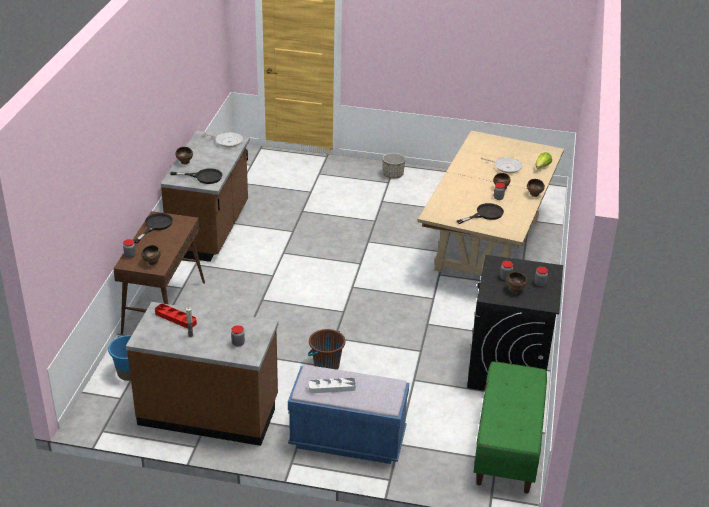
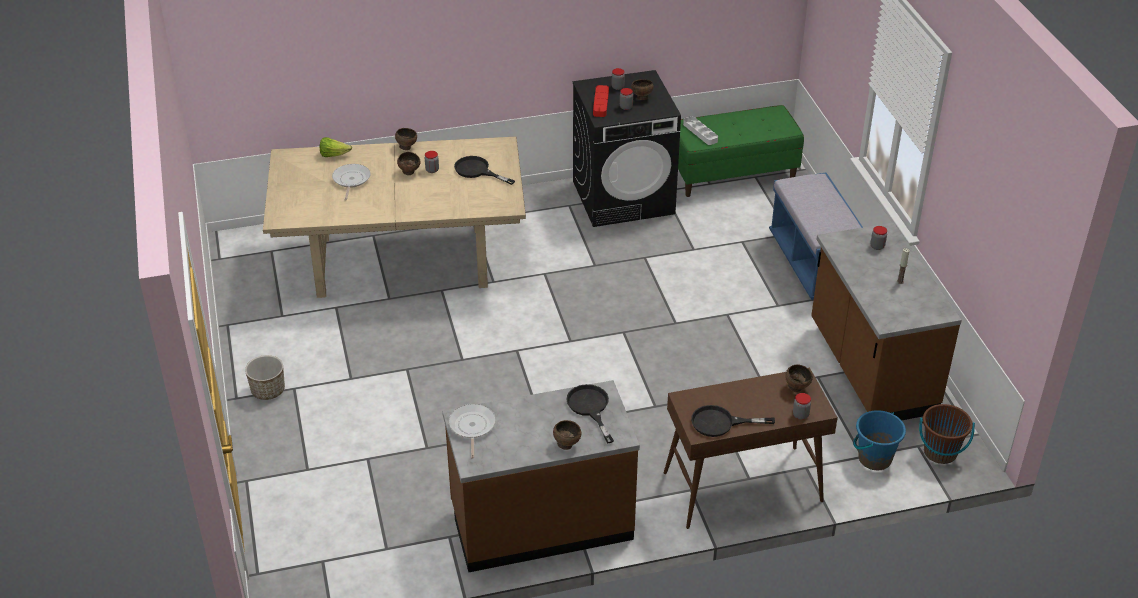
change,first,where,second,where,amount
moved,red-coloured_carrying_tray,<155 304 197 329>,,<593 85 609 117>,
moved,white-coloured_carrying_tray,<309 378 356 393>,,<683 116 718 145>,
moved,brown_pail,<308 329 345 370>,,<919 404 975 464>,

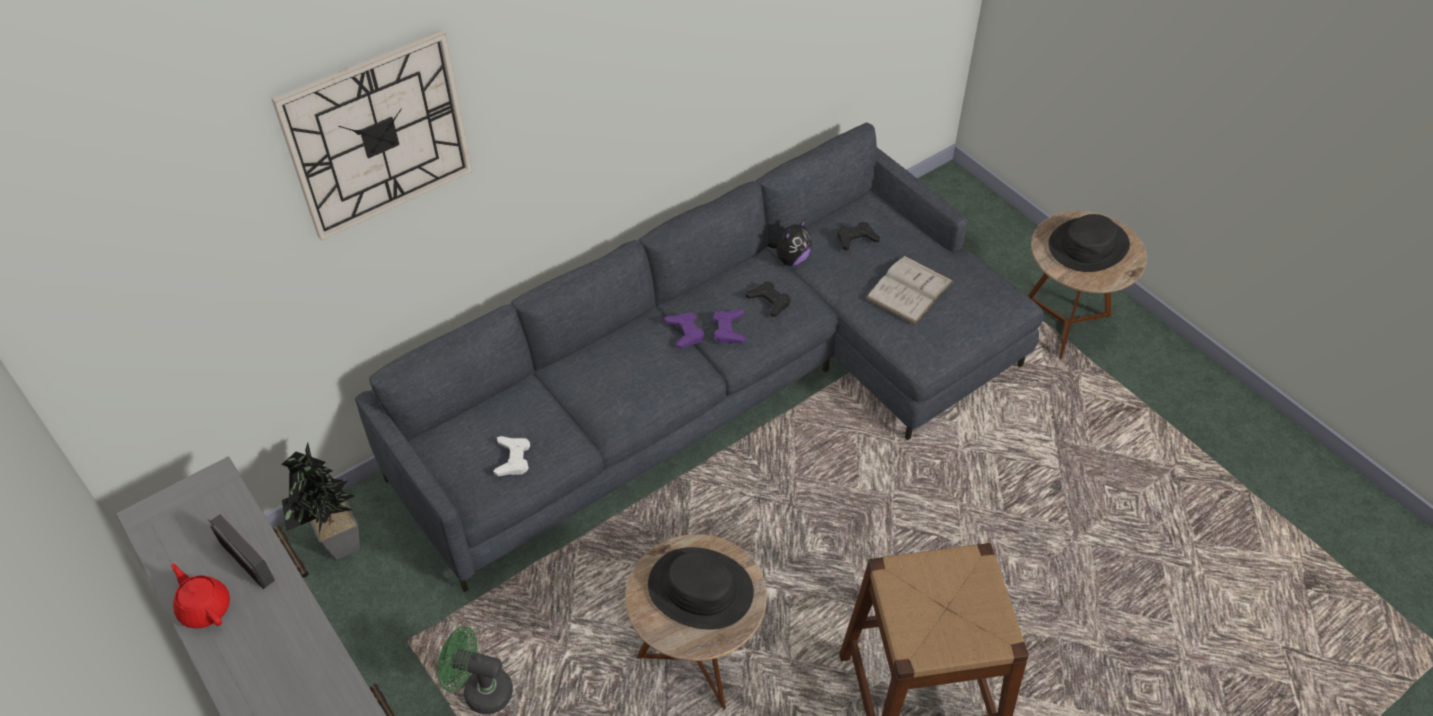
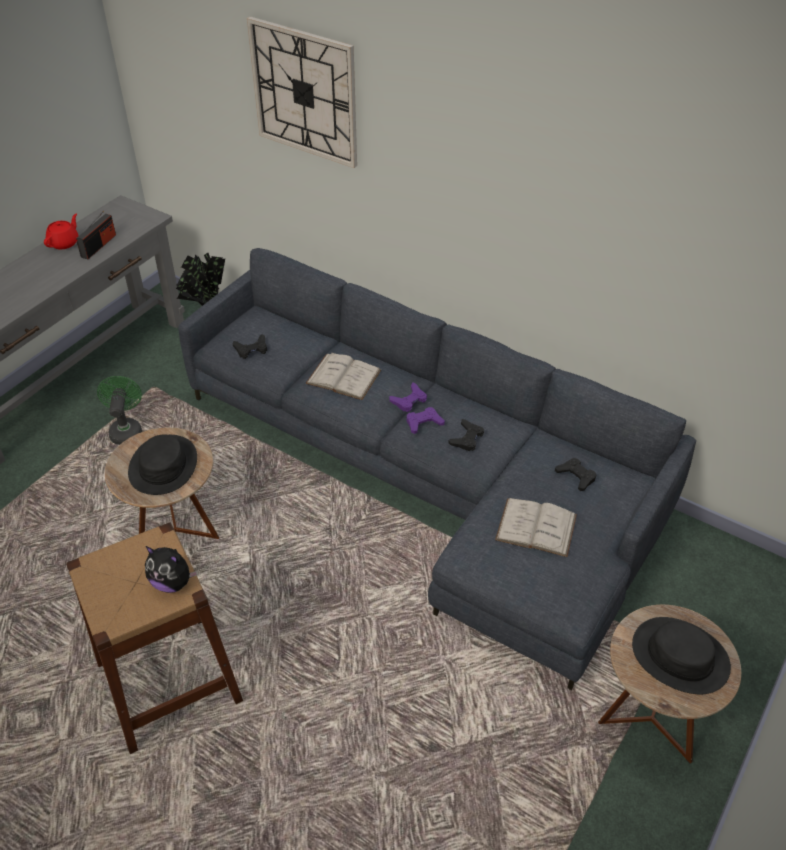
change,first,where,second,where,amount
moved,cuddly_toy,<767 218 812 266>,,<145 546 198 593>,
recoloured,white-coloured_joypad,<493 436 530 476>,black-coloured_joypad,<233 334 267 359>,
added,,,white-coloured_bound_book,<306 353 381 400>,

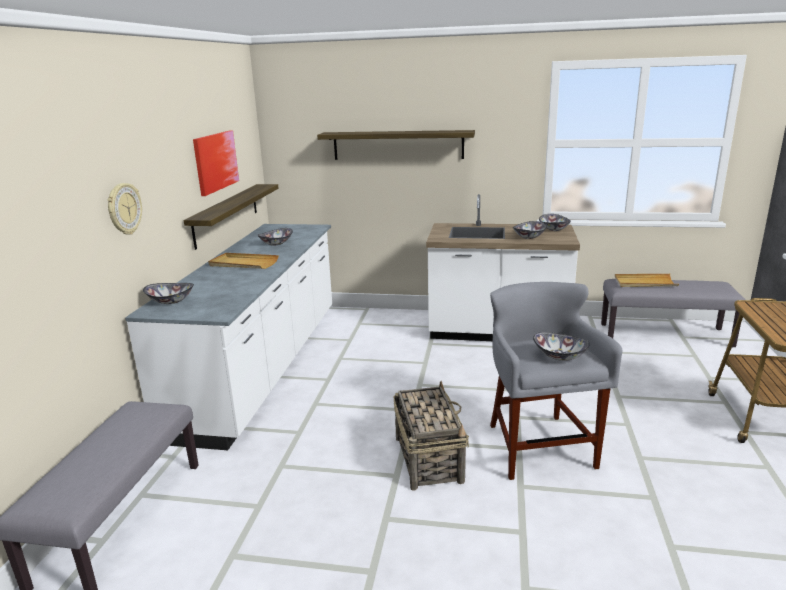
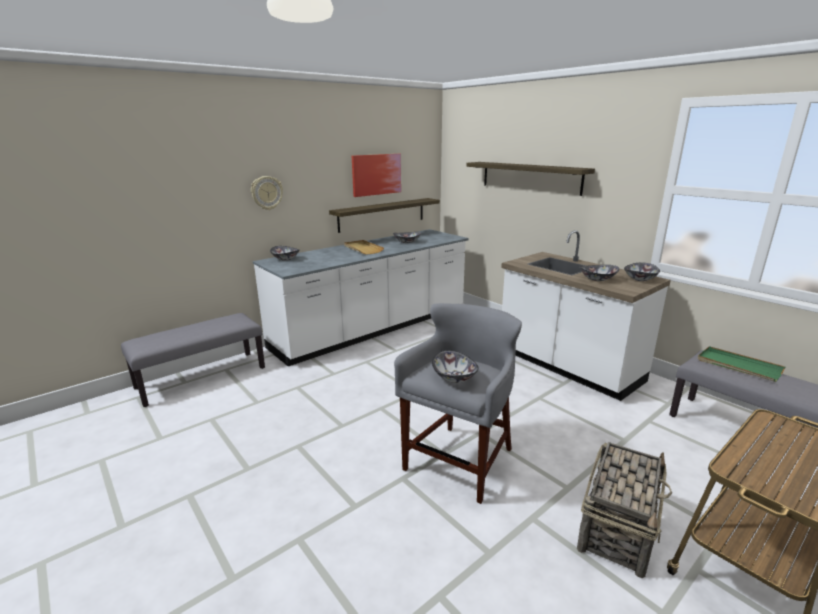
change,first,where,second,where,amount
moved,basket,<393 381 469 491>,,<577 442 672 578>,
recoloured,beige_carrying_tray,<615 274 679 287>,green_carrying_tray,<698 346 785 382>,

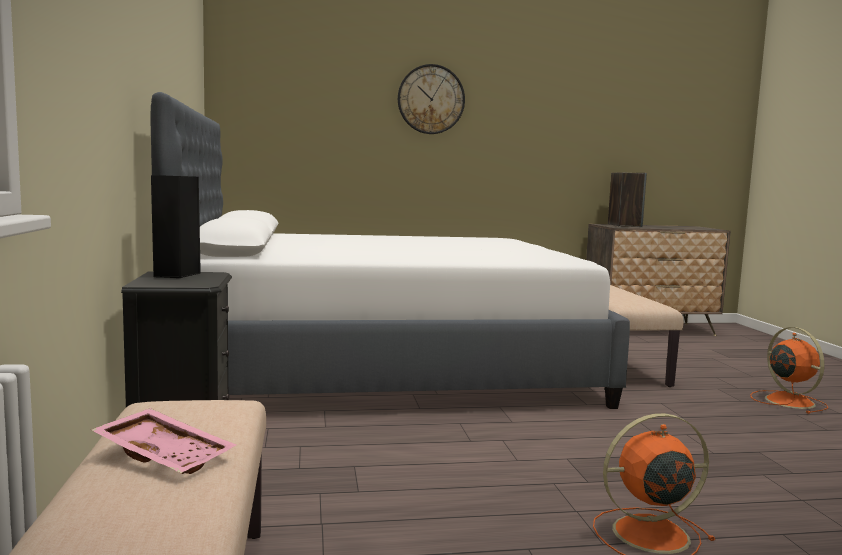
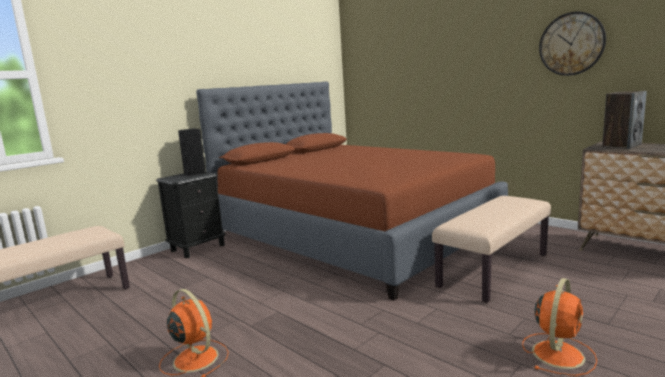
change,first,where,second,where,amount
recoloured,white-coloured_sleeping_bed,<151 92 630 409>,brown_sleeping_bed,<196 82 508 300>,
moved,wall_clock,<398 64 465 134>,,<539 12 606 76>,
removed,pink-coloured_carrying_tray,<91 408 236 474>,,,

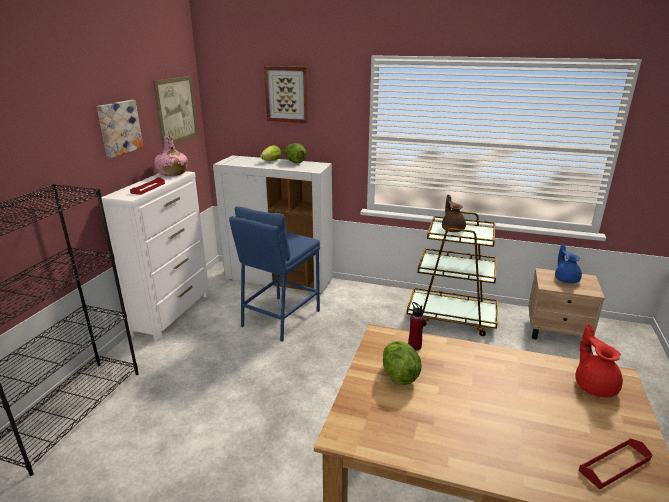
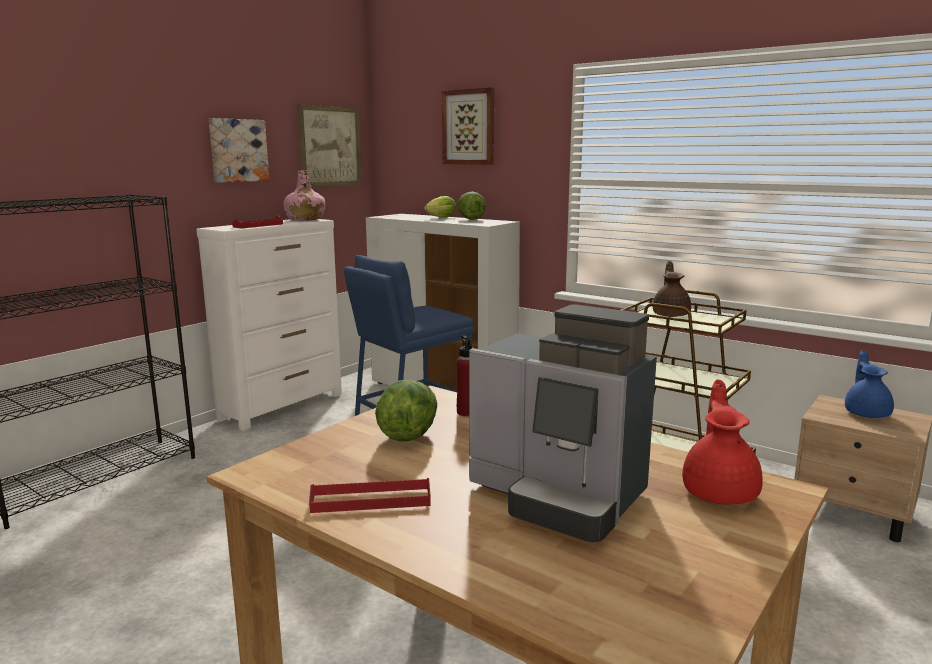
change,first,where,second,where,amount
moved,red-coloured_carrying_tray,<578 438 653 489>,,<309 478 431 513>,
added,,,coffee_machine,<469 304 657 542>,

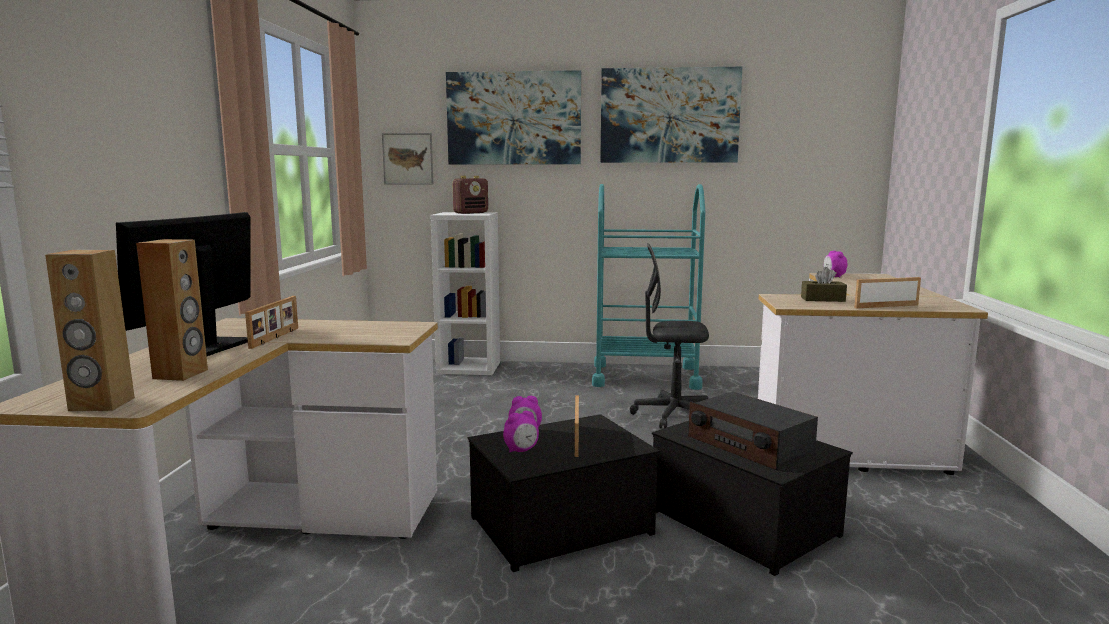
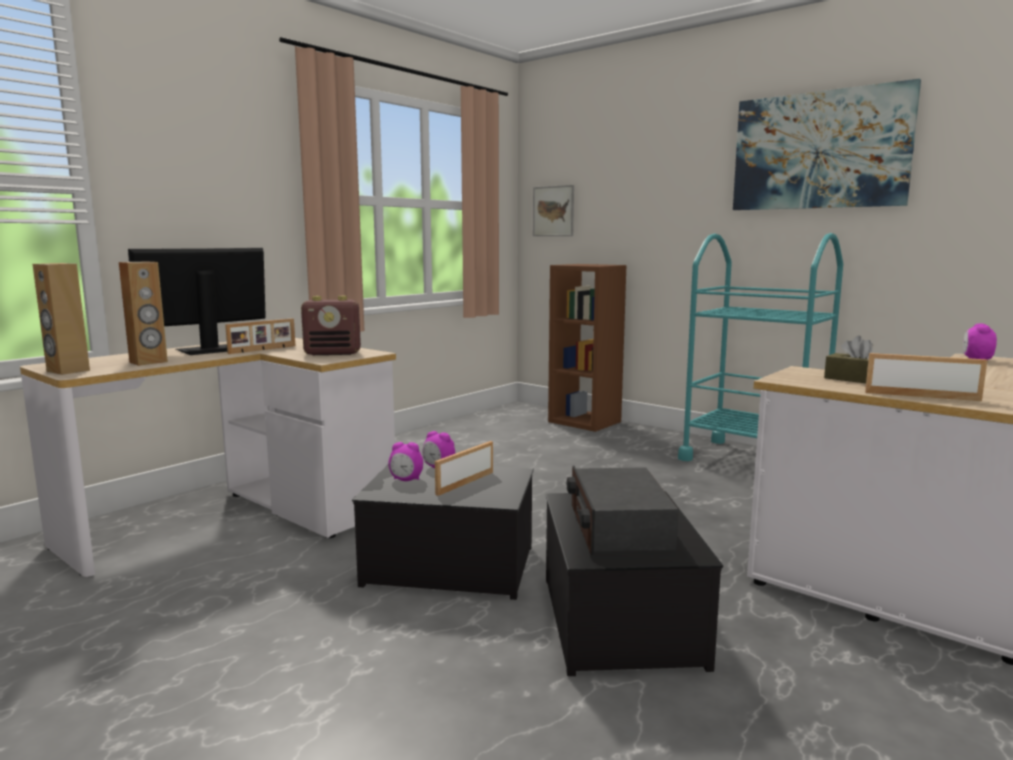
change,first,where,second,where,amount
moved,radio_receiver,<452 176 488 214>,,<301 296 361 355>,
recoloured,white-coloured_bookshelf,<431 212 500 375>,brown_bookshelf,<548 264 626 432>,
removed,wall_art,<446 70 581 164>,,,
removed,greyish_desk_chair,<630 243 709 428>,,,

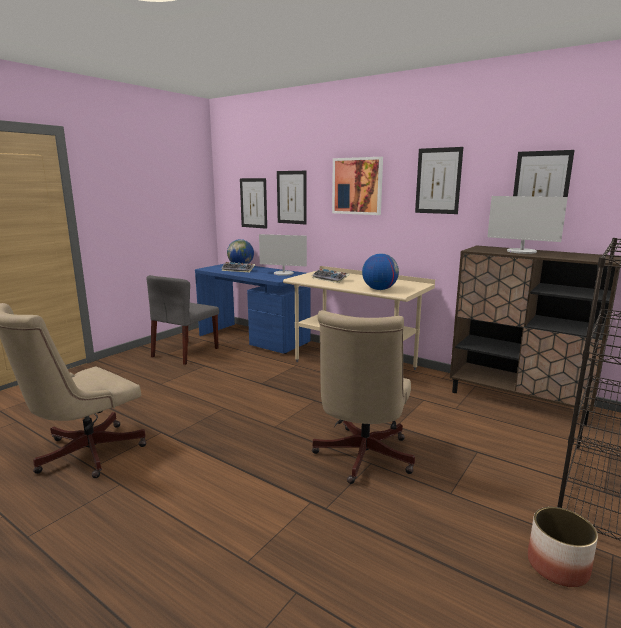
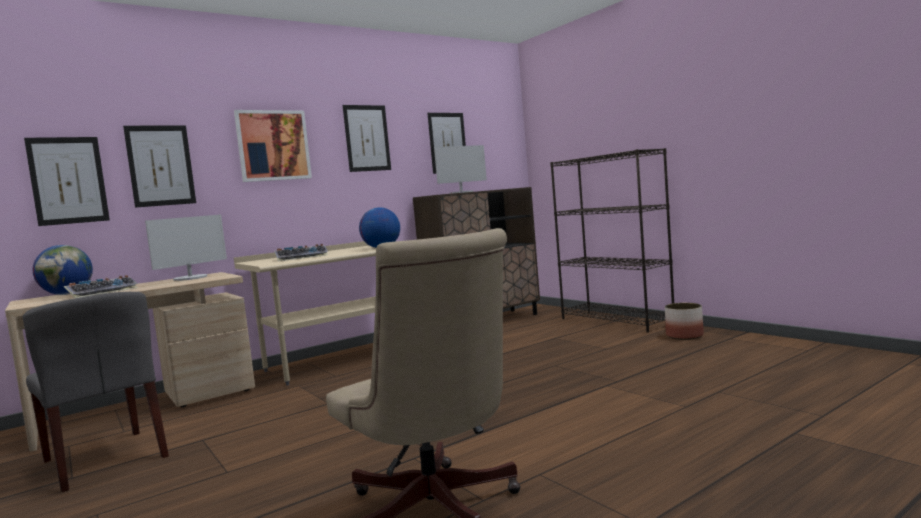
change,first,where,second,where,amount
recoloured,blue_desk_table,<195 264 311 354>,beige_desk_table,<5 272 255 451>,
removed,beige_desk_chair,<312 310 415 484>,,,

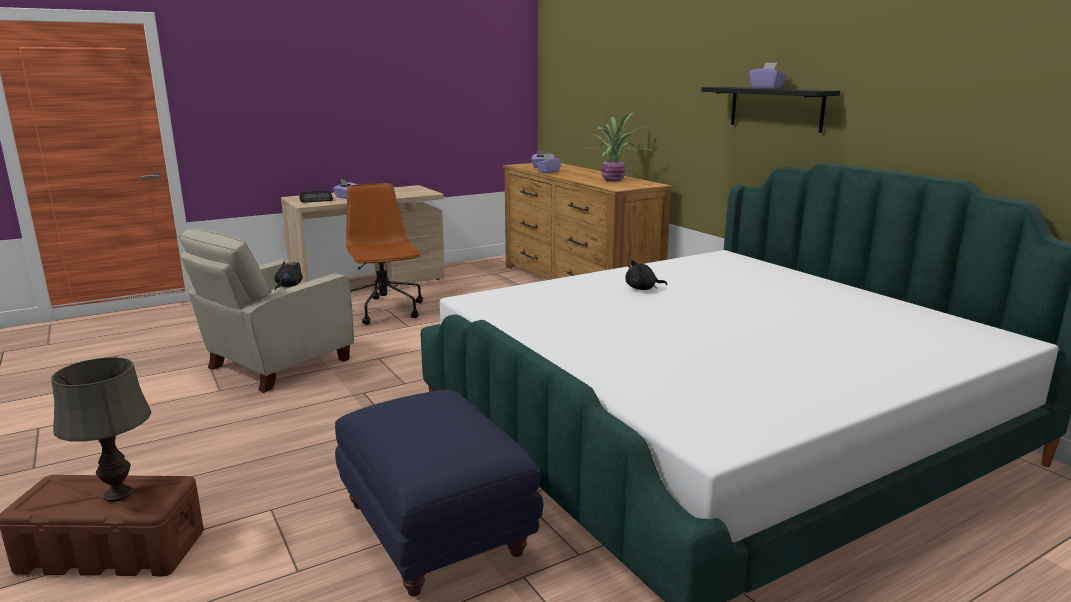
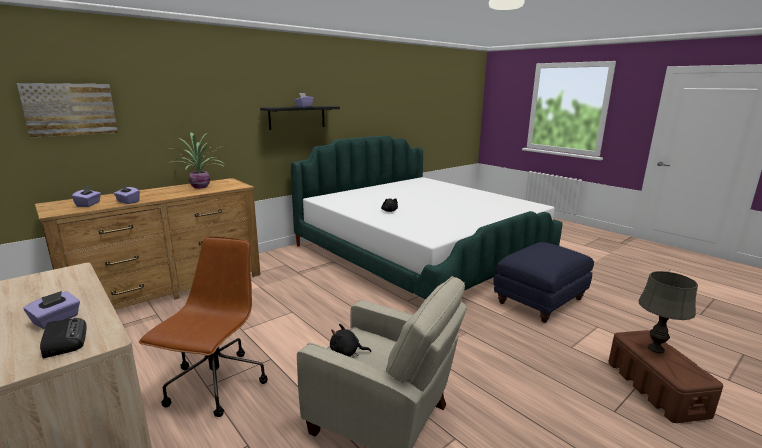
change,first,where,second,where,amount
added,,,wall_art,<17 83 118 138>,
turned,brown_desk_chair,<346 183 423 325>,,<139 236 268 417>,135 degrees clockwise

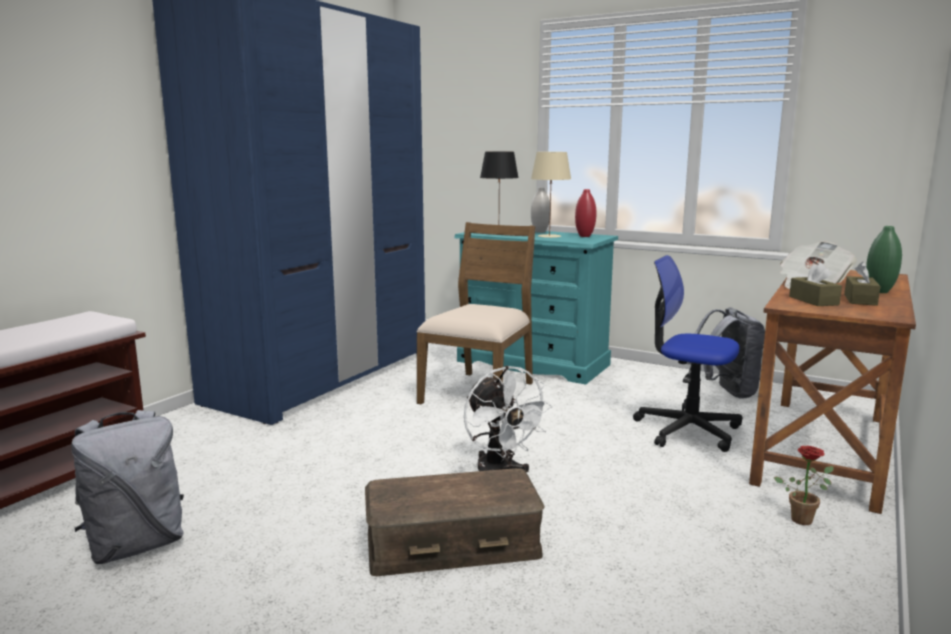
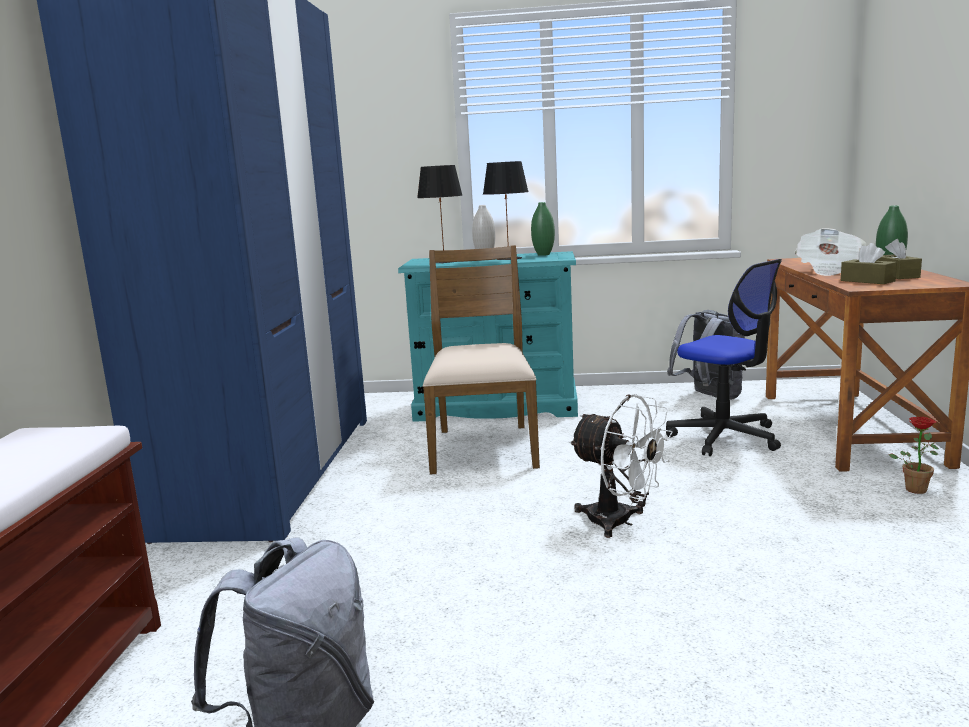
change,first,where,second,where,amount
recoloured,beige_tabletop_lamp,<531 152 571 238>,black-coloured_tabletop_lamp,<483 161 529 260>,
recoloured,red-coloured_flower_vase,<575 189 596 237>,green_flower_vase,<531 202 555 256>,
turned,desk_chair,<633 255 742 452>,,<666 259 782 456>,135 degrees counterclockwise
removed,brown_storage_box,<365 468 545 576>,,,

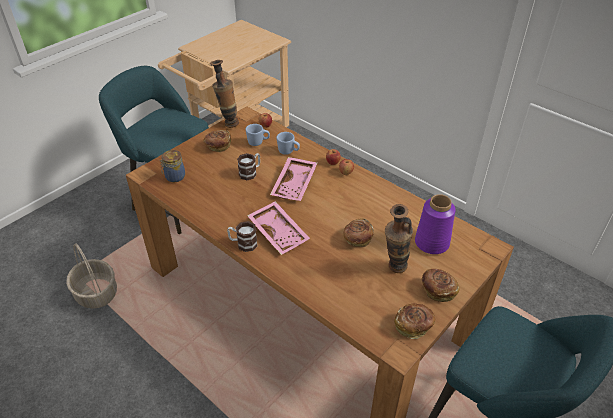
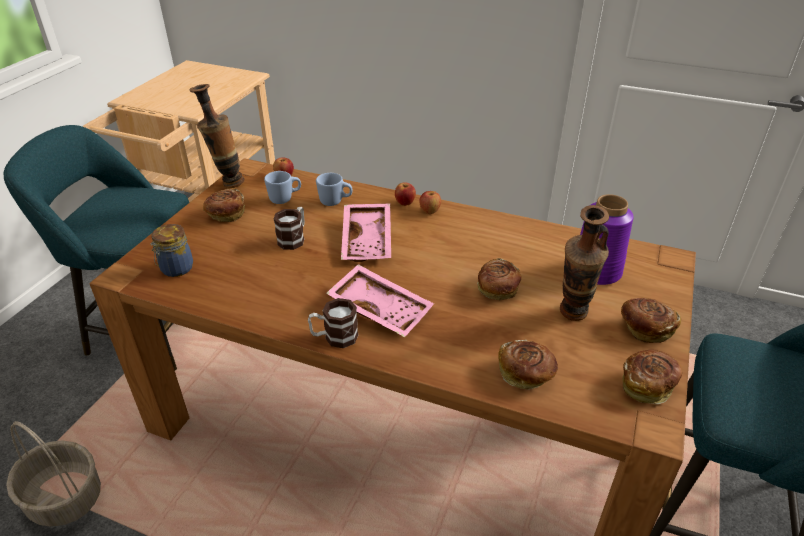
change,first,where,second,where,amount
added,,,bread,<498 339 558 390>,

